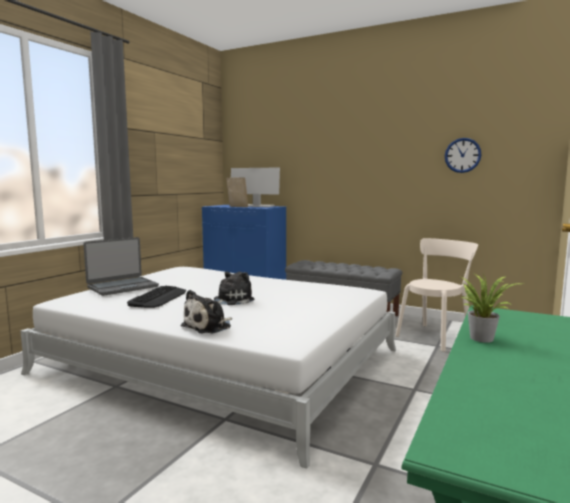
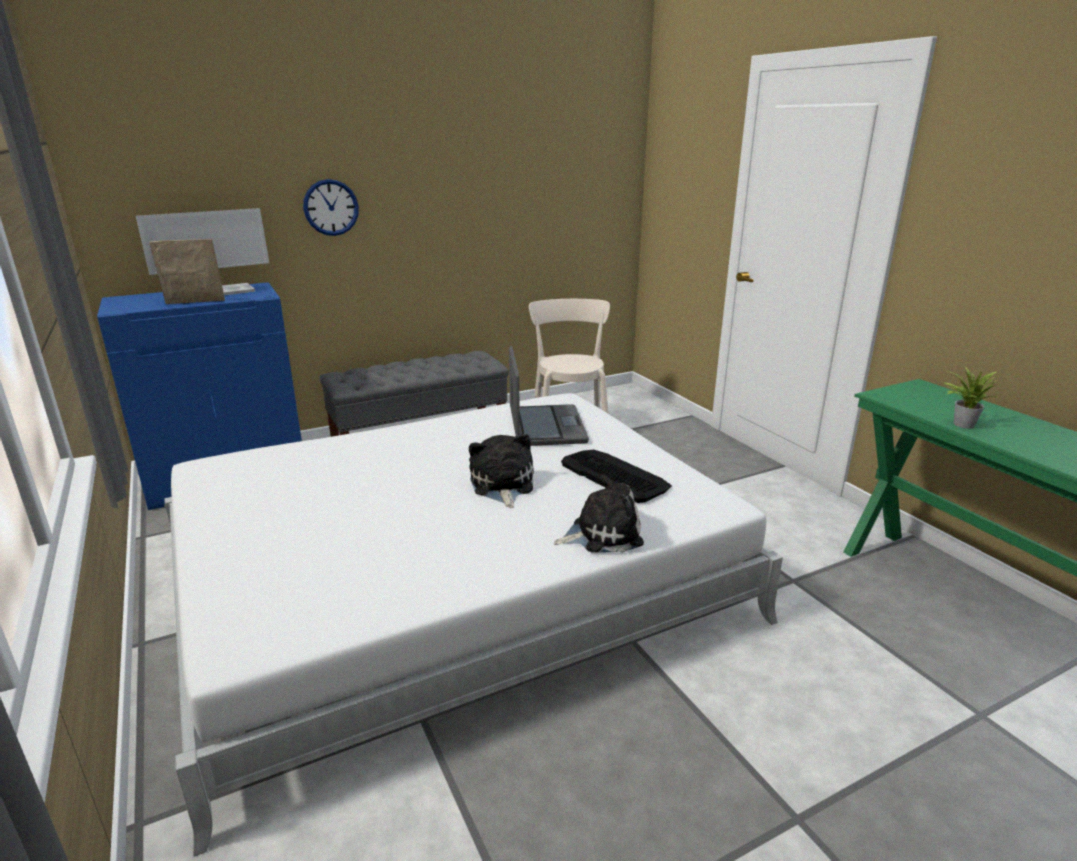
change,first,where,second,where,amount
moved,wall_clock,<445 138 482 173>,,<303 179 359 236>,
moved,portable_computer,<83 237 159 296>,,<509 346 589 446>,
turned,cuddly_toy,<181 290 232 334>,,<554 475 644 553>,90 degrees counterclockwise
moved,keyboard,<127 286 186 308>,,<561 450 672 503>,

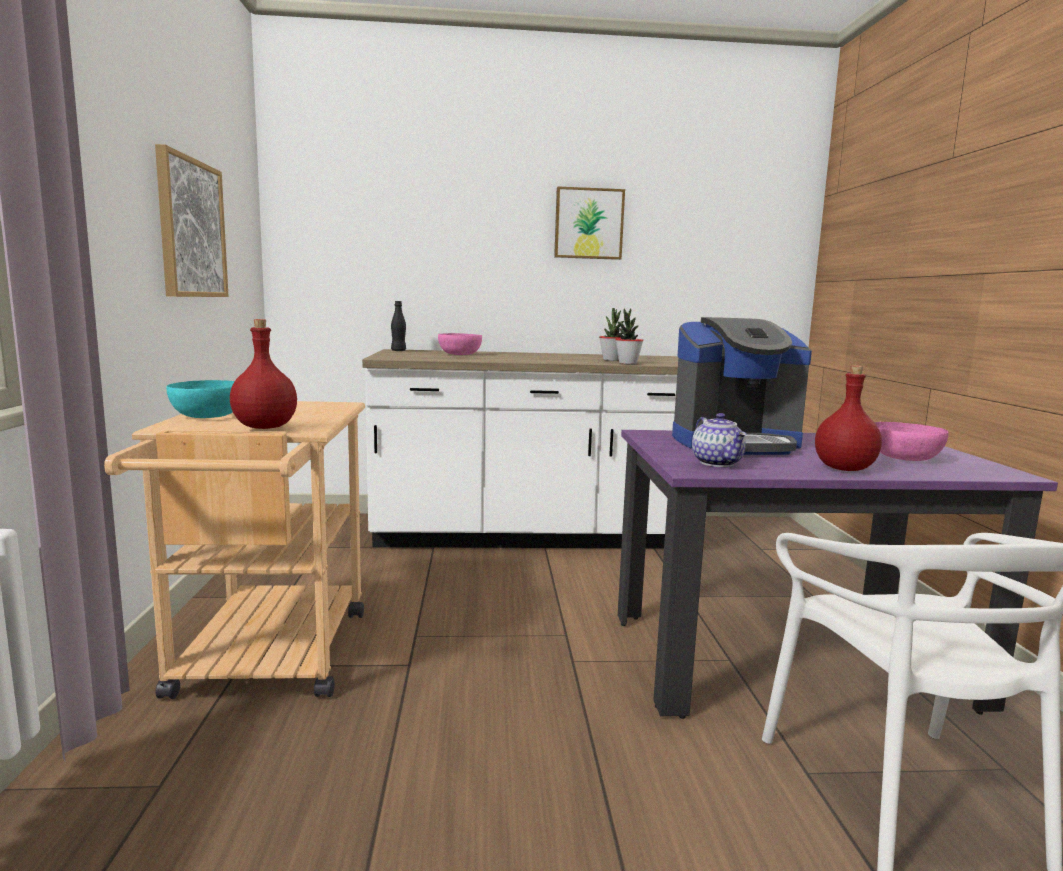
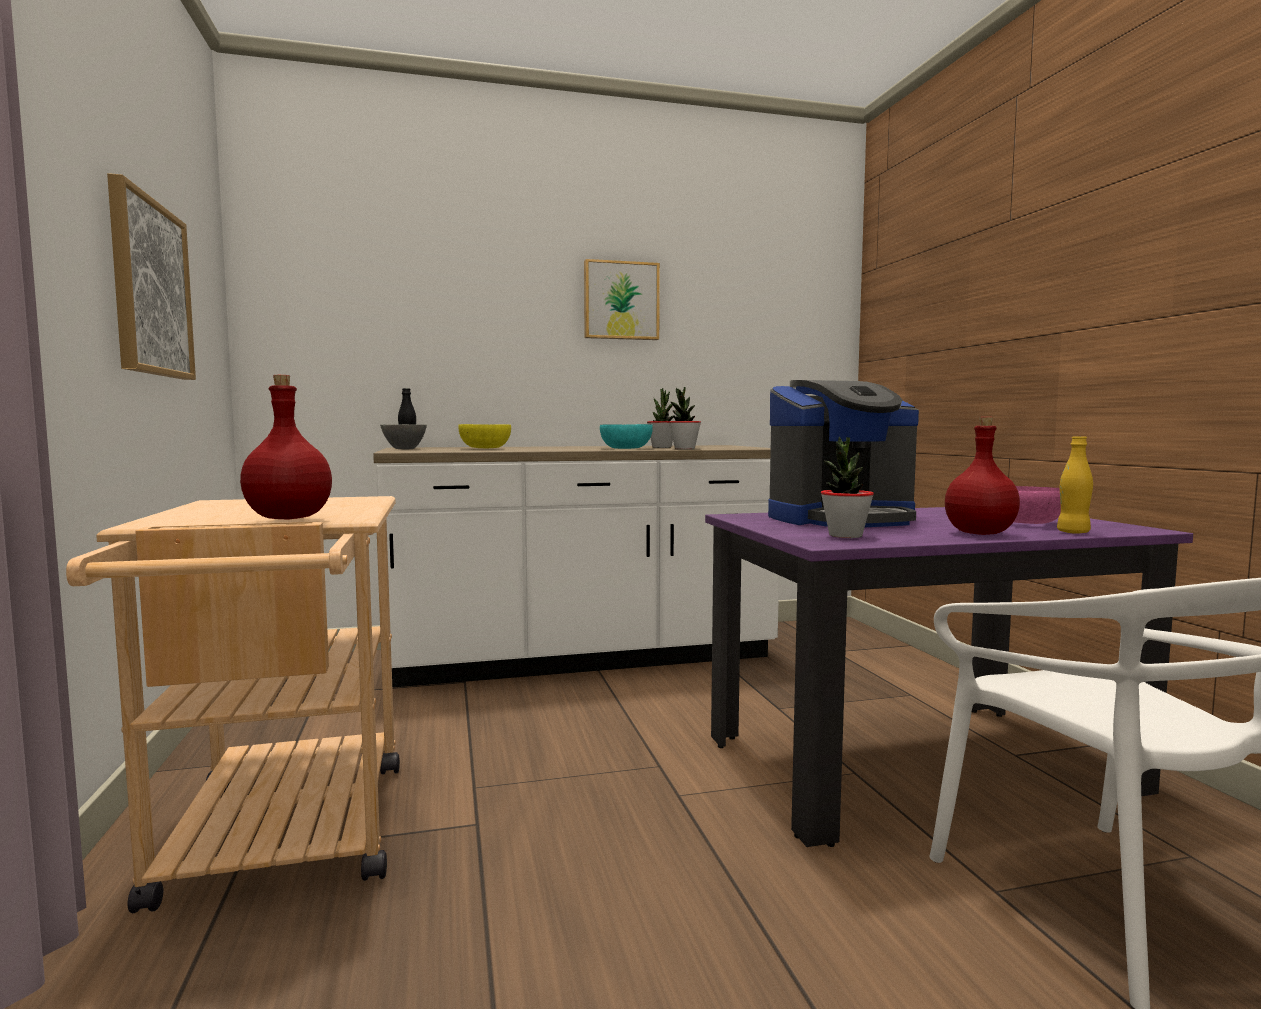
change,first,where,second,where,amount
added,,,greyish_serving_bowl,<380 424 427 449>,
recoloured,pink-coloured_serving_bowl,<438 333 482 355>,yellow-coloured_serving_bowl,<458 424 511 448>,
moved,turquoise-coloured_serving_bowl,<166 380 235 418>,,<600 424 653 449>,
replaced,pot_for_tea,<692 413 746 467>,plant_in_a_pot,<821 437 874 538>,
added,,,yellow-coloured_drink_bottle,<1057 436 1093 534>,

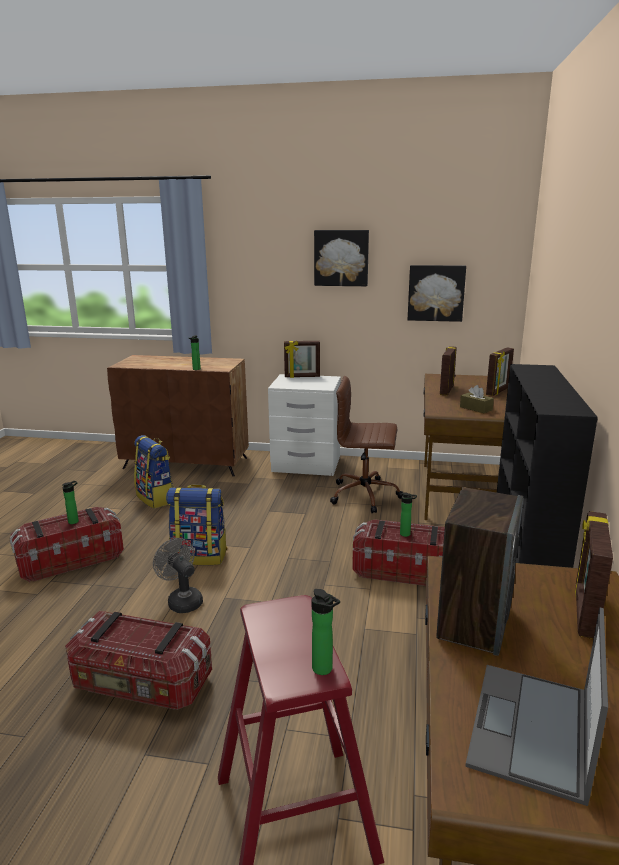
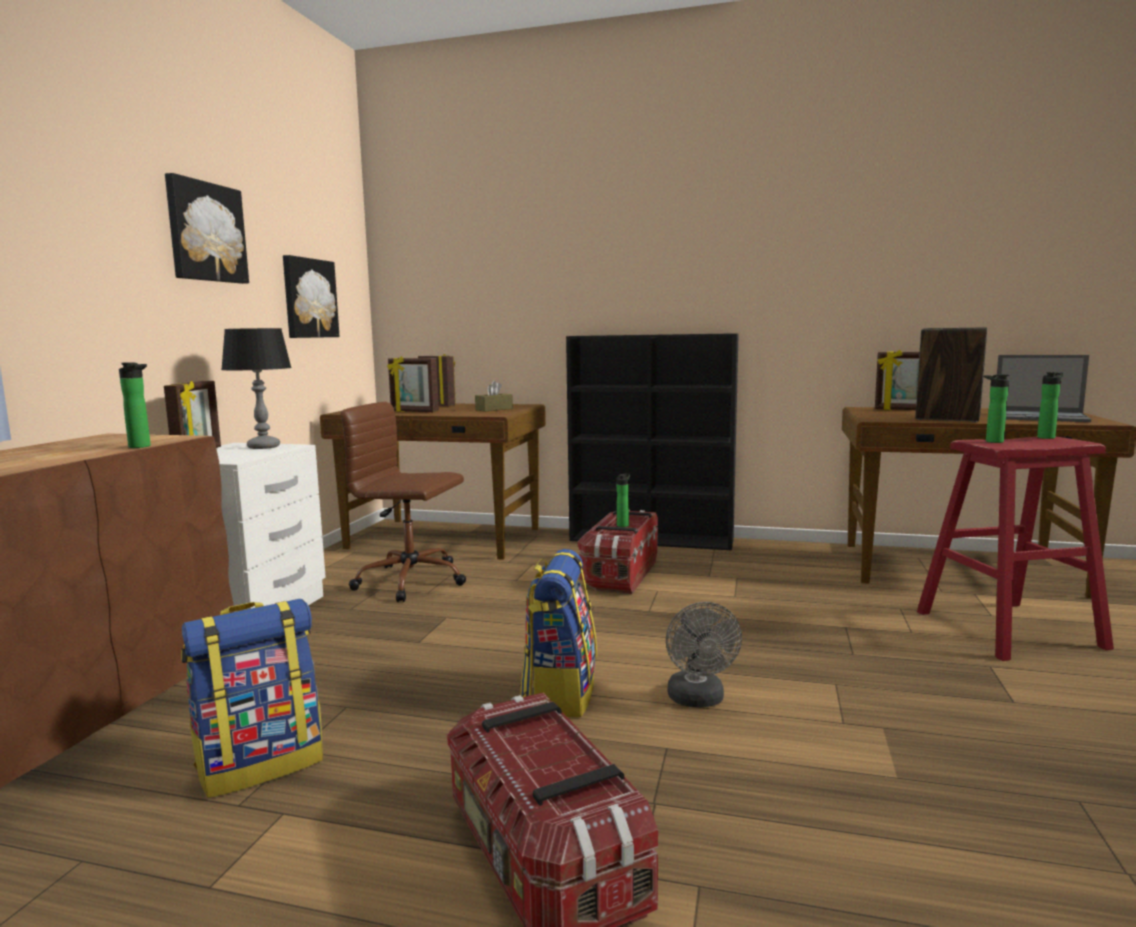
change,first,where,second,where,amount
added,,,tabletop_lamp,<221 328 292 449>,
turned,brown_desk_chair,<330 375 403 514>,,<340 402 466 602>,90 degrees clockwise
turned,greyish_cooling_fan,<153 538 203 613>,,<666 602 742 707>,60 degrees counterclockwise
moved,drink_bottle,<62 481 79 524>,,<984 374 1010 443>,
removed,storage_box,<65 611 212 710>,,,

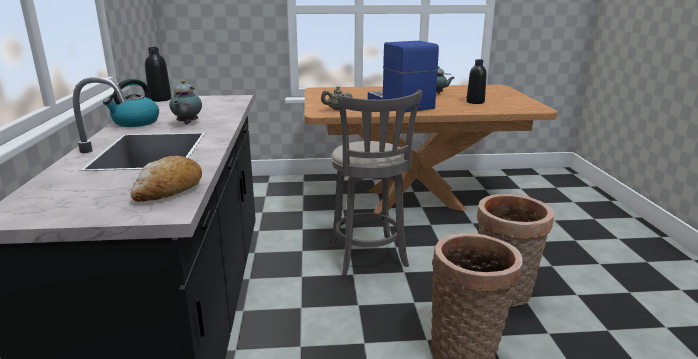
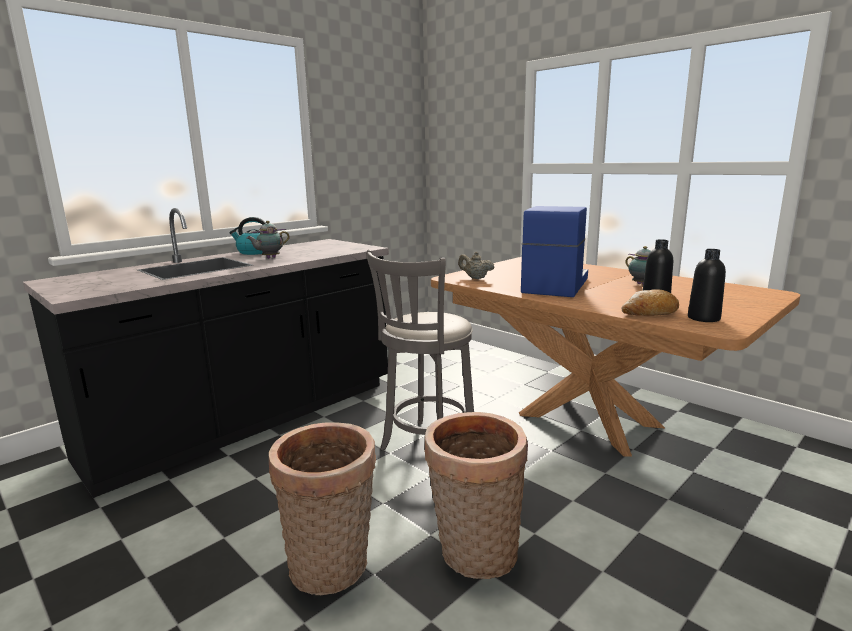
change,first,where,second,where,amount
moved,bread,<130 156 202 202>,,<621 289 679 316>,
moved,black-coloured_drink_bottle,<145 47 172 102>,,<688 249 726 322>,

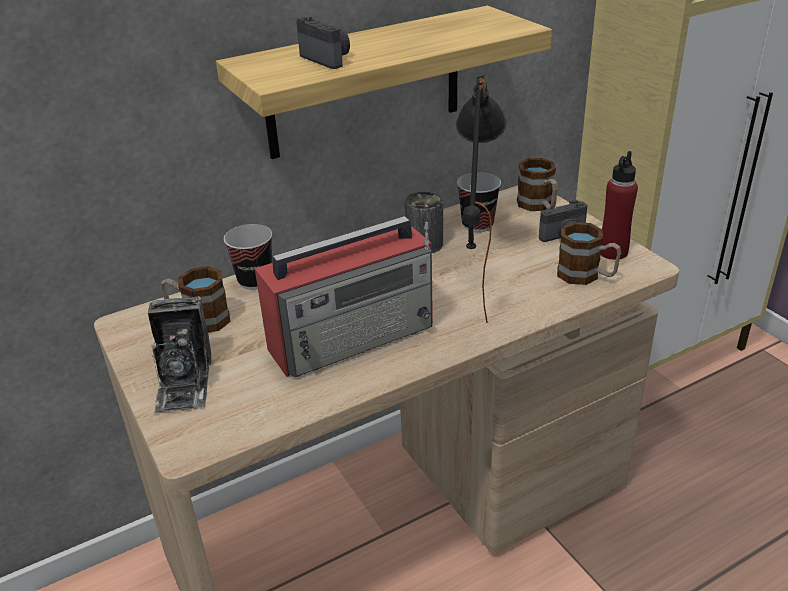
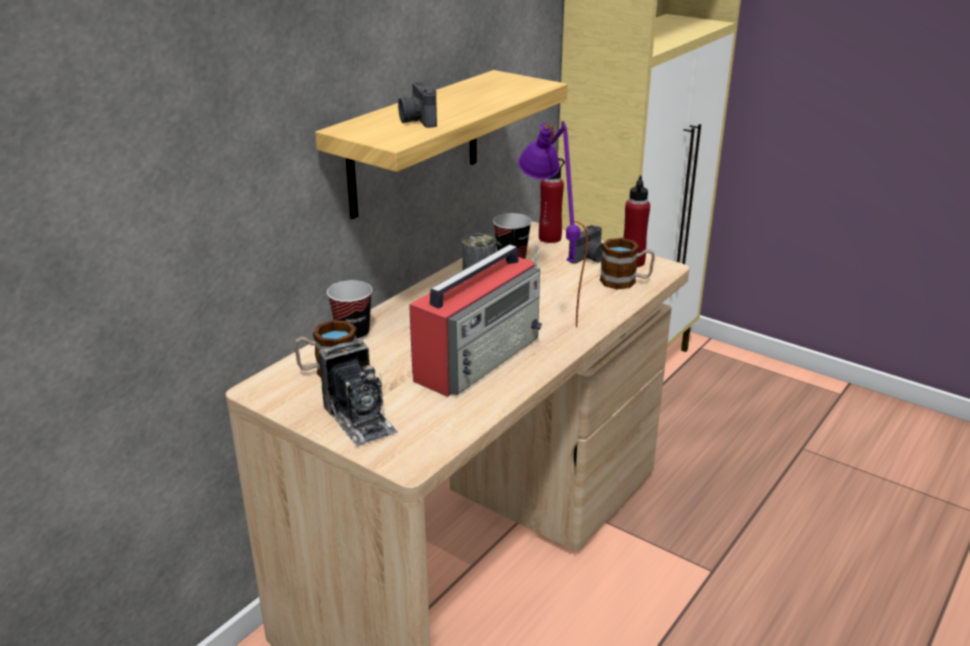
change,first,where,second,where,amount
turned,photo_camera,<296 16 350 69>,,<398 81 437 128>,135 degrees counterclockwise
recoloured,black-coloured_tabletop_lamp,<456 75 506 323>,purple-coloured_tabletop_lamp,<518 121 588 328>,
replaced,tea_mug,<517 158 558 211>,red-coloured_drink_bottle,<539 158 565 243>,

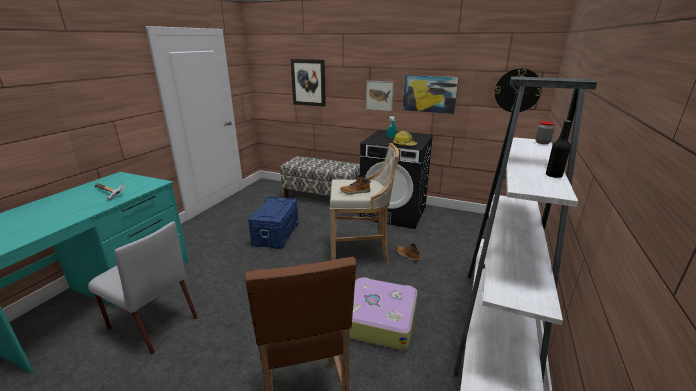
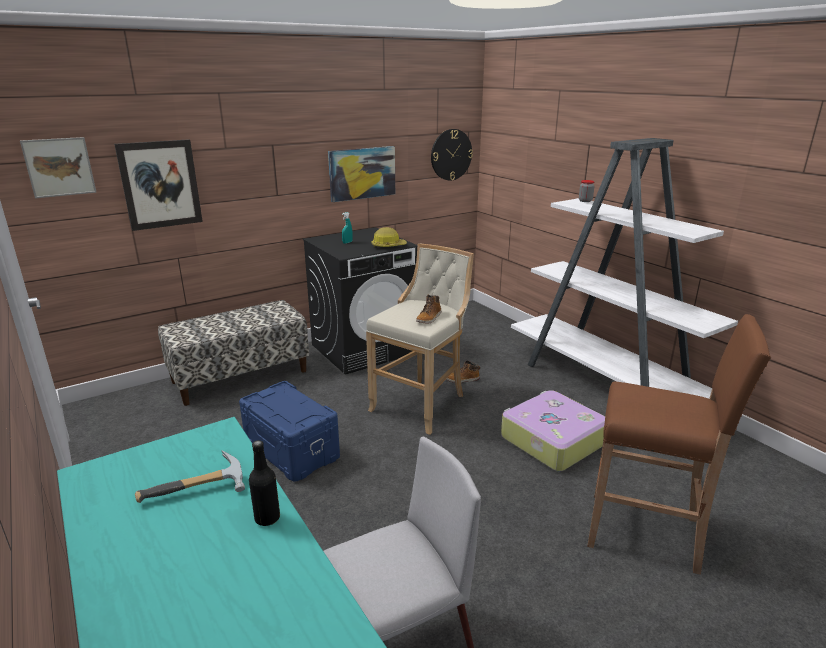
change,first,where,second,where,amount
moved,wall_art,<366 81 394 111>,,<20 137 97 198>,
moved,black-coloured_drink_bottle,<546 120 572 178>,,<249 440 280 526>,

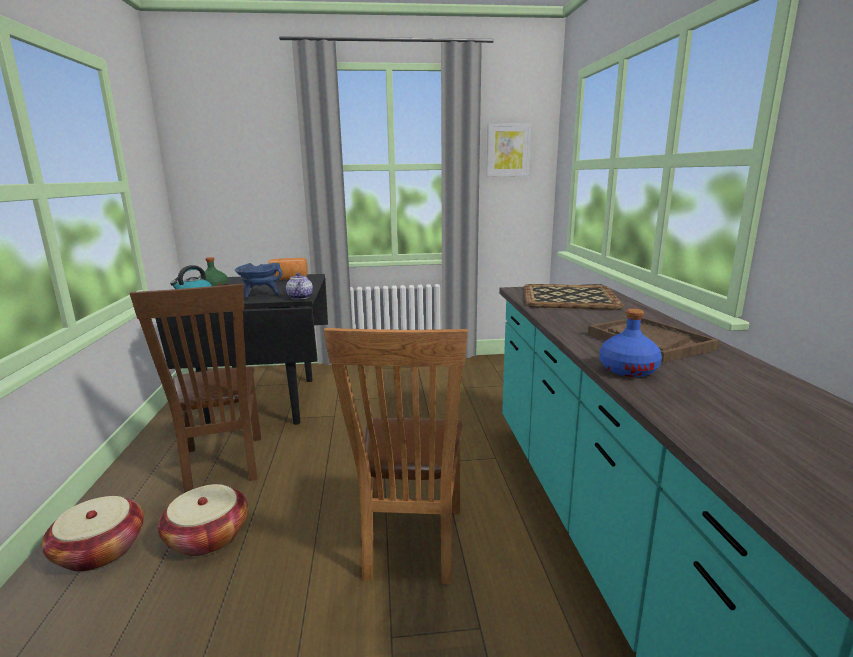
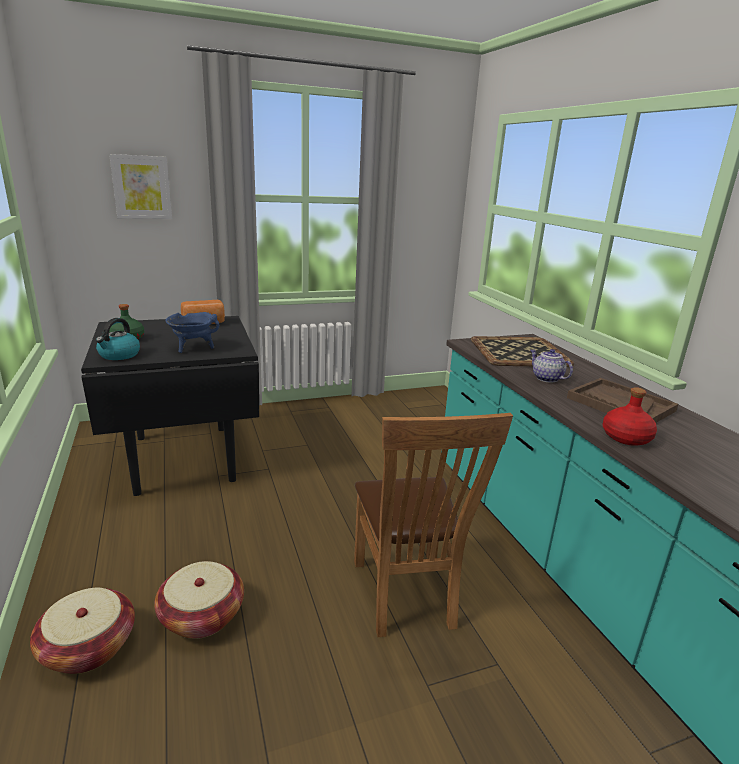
change,first,where,second,where,amount
moved,wall_art,<487 123 531 177>,,<109 154 172 219>,
moved,pot_for_tea,<286 273 313 300>,,<530 349 573 382>,
recoloured,blue_drink_bottle,<599 308 662 377>,red-coloured_drink_bottle,<603 387 657 446>,
removed,brown_chair,<129 283 261 493>,,,

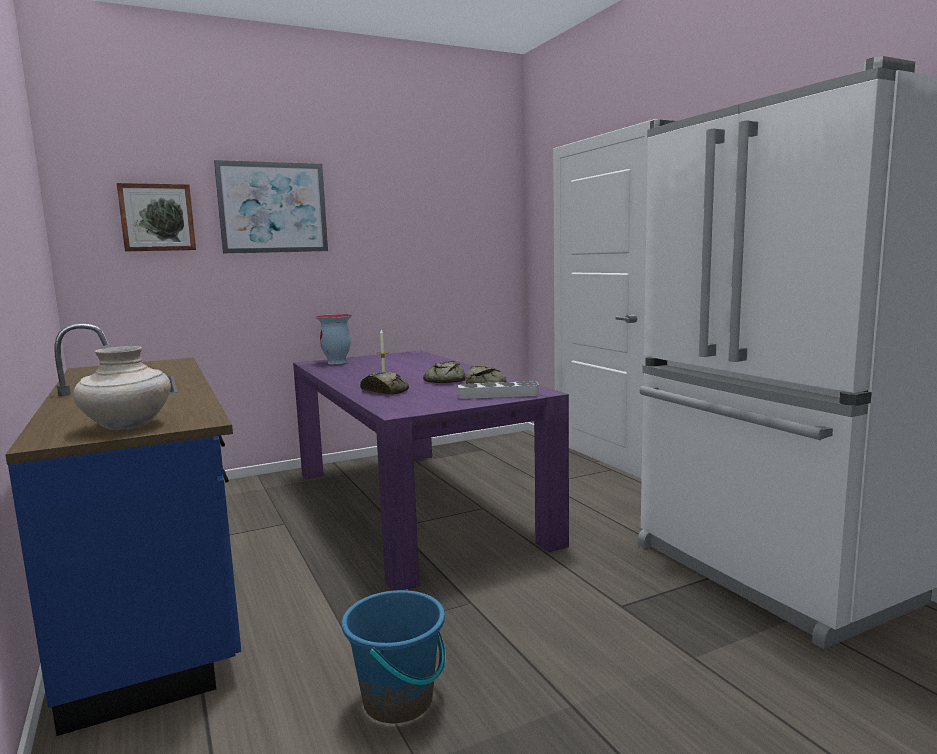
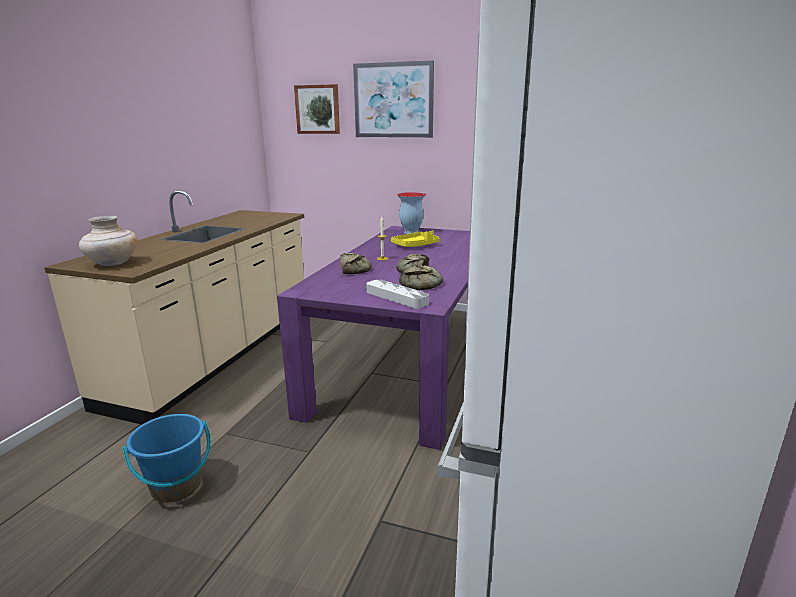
change,first,where,second,where,amount
recoloured,blue_counter,<5 323 241 736>,beige_counter,<44 190 304 424>,
added,,,yellow-coloured_carrying_tray,<391 230 440 247>,

